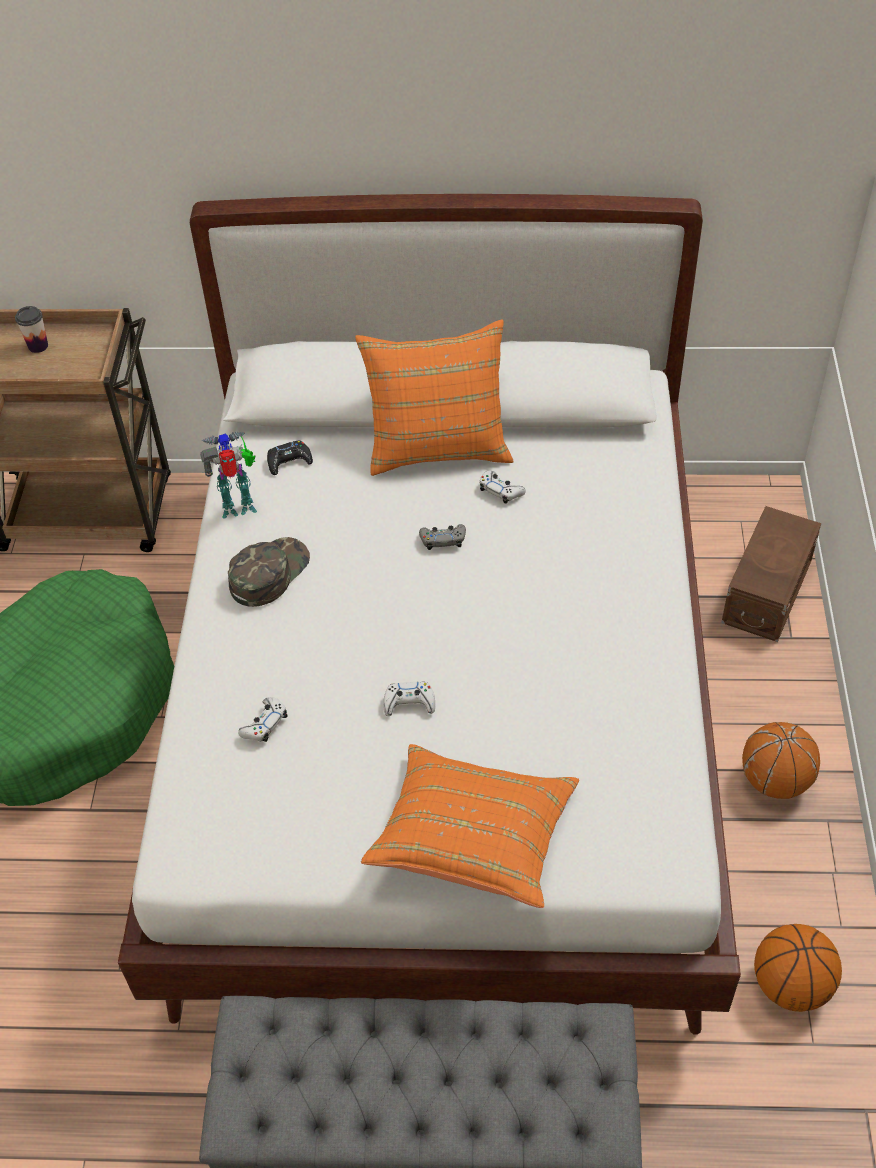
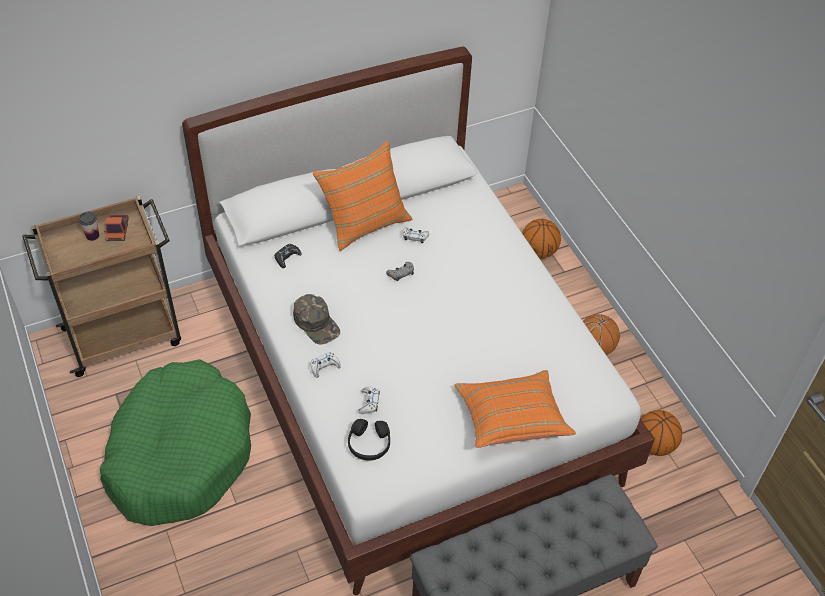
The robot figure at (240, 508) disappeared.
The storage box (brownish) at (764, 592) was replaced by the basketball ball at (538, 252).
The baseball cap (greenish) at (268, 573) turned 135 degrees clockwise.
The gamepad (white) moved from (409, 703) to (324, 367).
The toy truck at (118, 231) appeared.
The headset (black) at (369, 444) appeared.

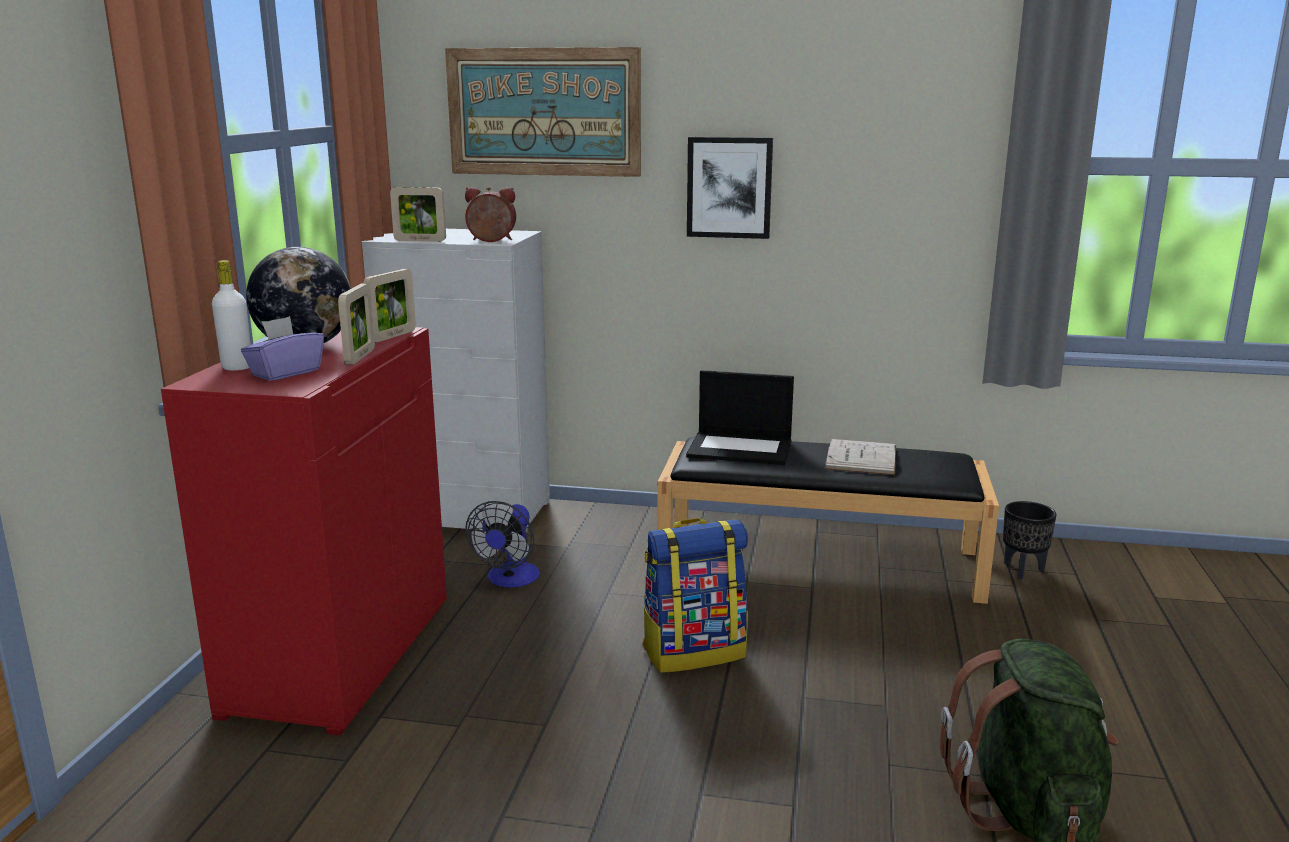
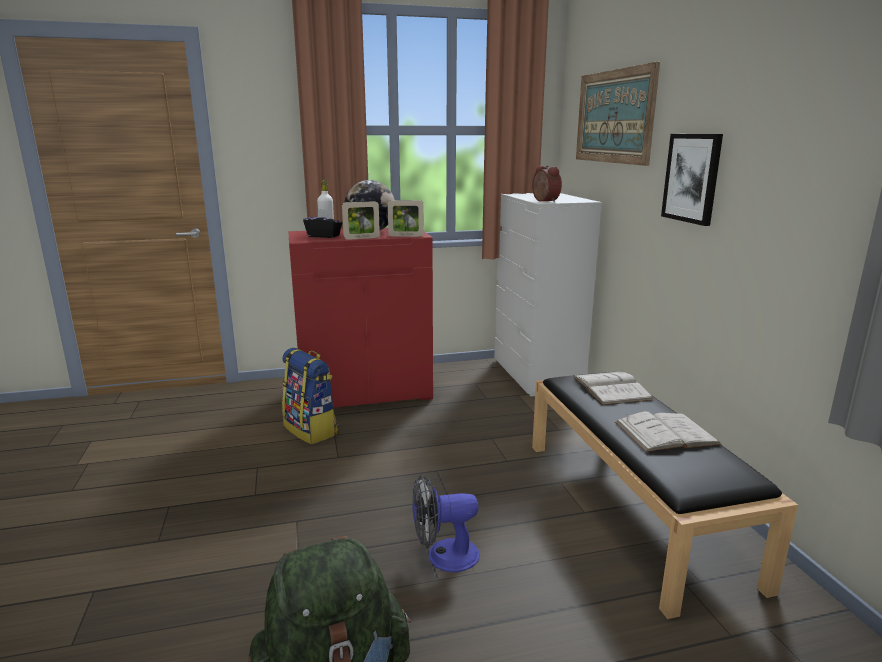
The standing frame at (420, 240) disappeared.
The tissue holder (purple) at (285, 373) became the tissue holder (black) at (324, 236).
The portable computer at (741, 449) was replaced by the book (white) at (611, 388).
The electric fan moved from (510, 579) to (443, 556).
The flower pot (black) at (1023, 570) disappeared.
The knapsack moved from (694, 651) to (311, 430).

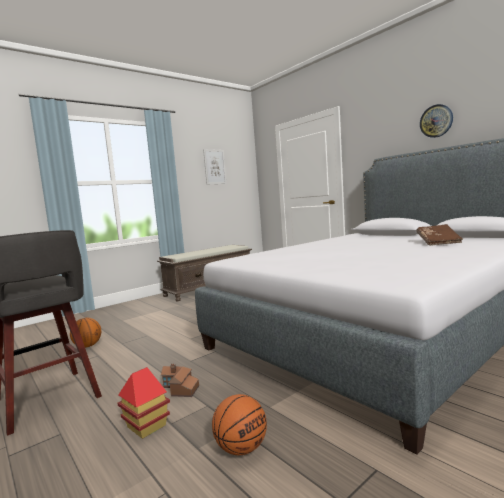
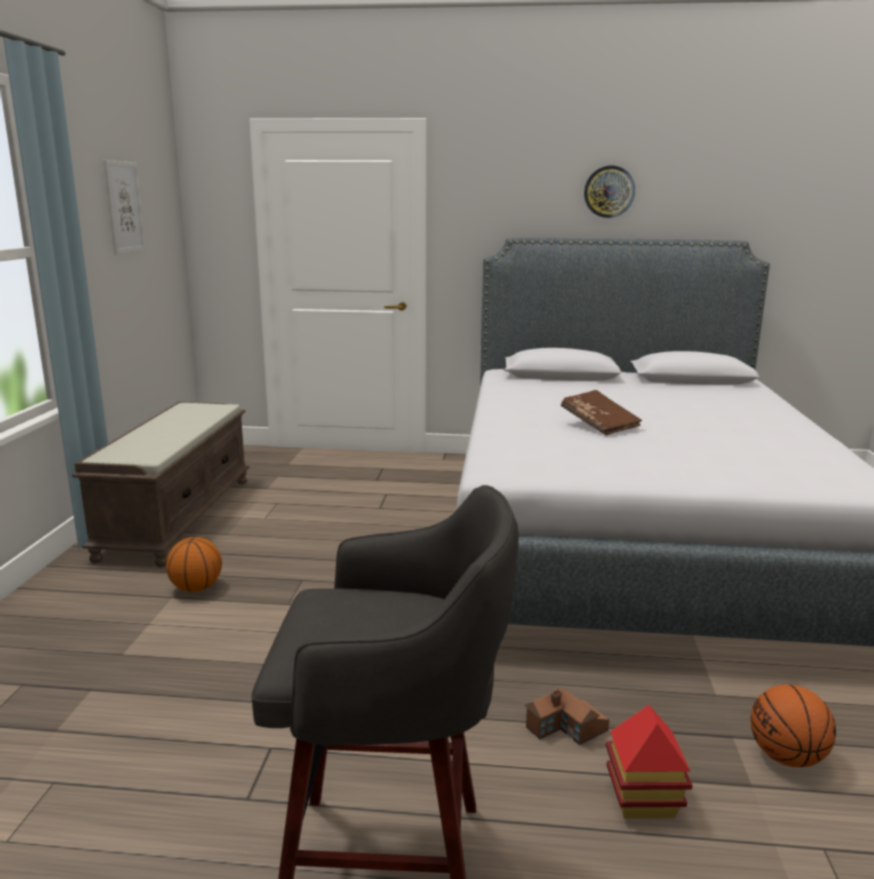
The book (brownish) moved from (438, 242) to (599, 424).
The basketball ball moved from (87, 346) to (196, 588).

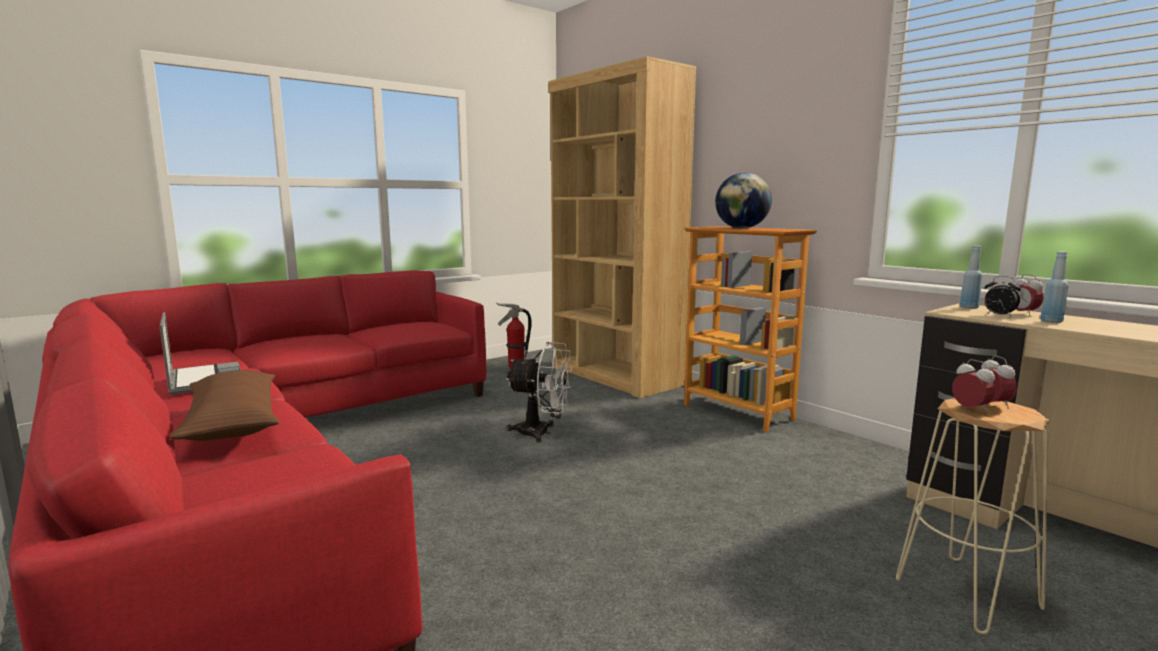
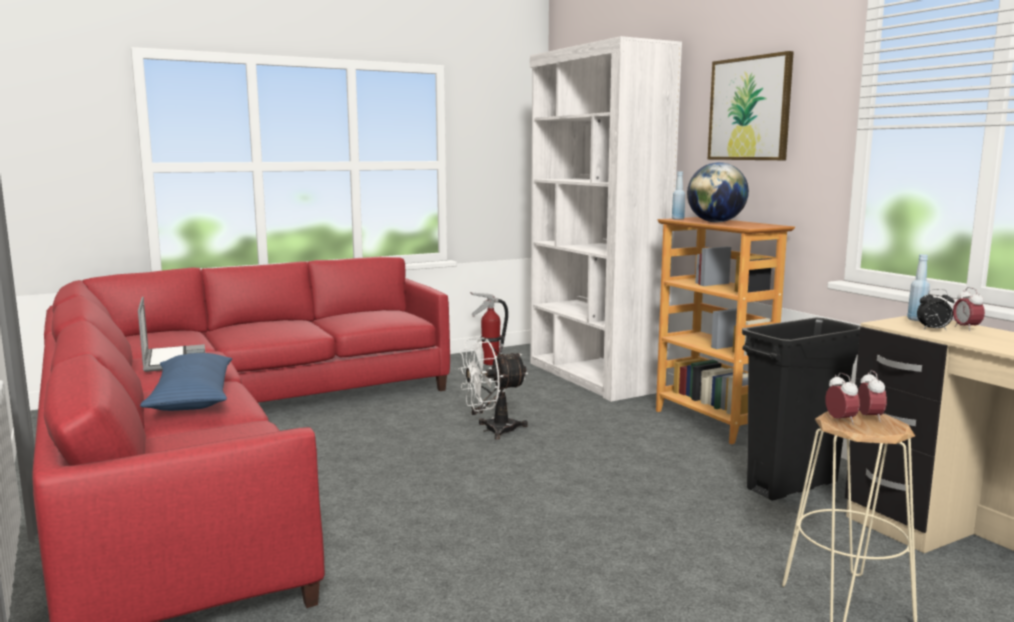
The bookcase (brownish) at (614, 376) became the bookcase (white) at (593, 377).
The beverage bottle (bluish) moved from (1051, 321) to (678, 219).
The alarm clock at (998, 315) turned 45 degrees counterclockwise.
The electric fan (white) at (541, 433) turned 135 degrees clockwise.
The pillow (brownish) at (232, 421) became the pillow (bluish) at (192, 397).
The picture at (750, 109) appeared.
The trash can (black) at (792, 485) appeared.

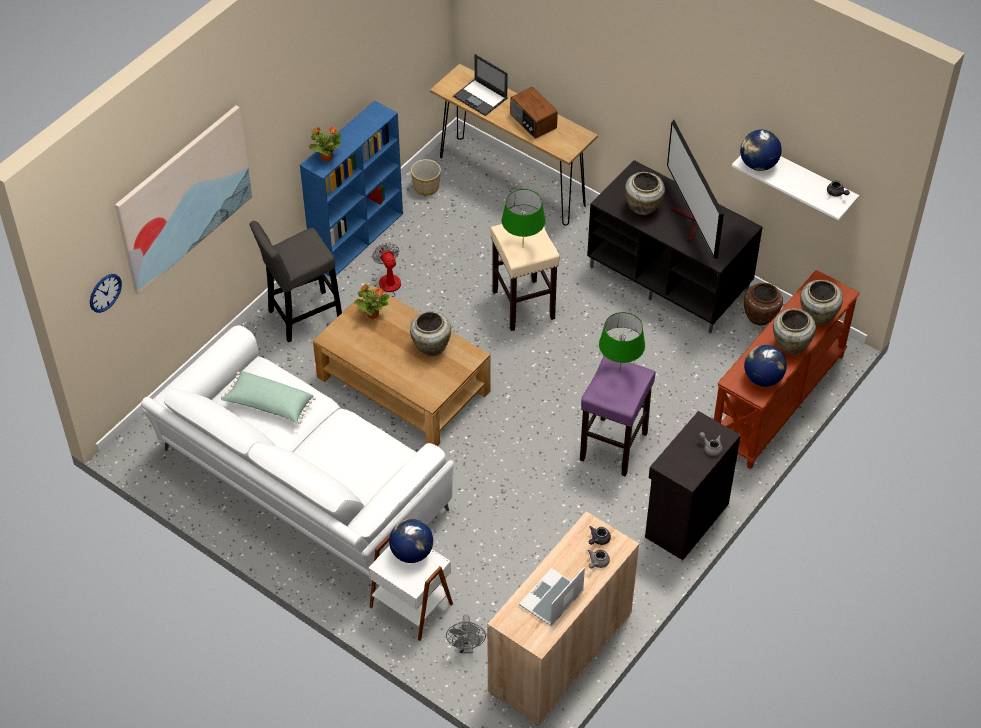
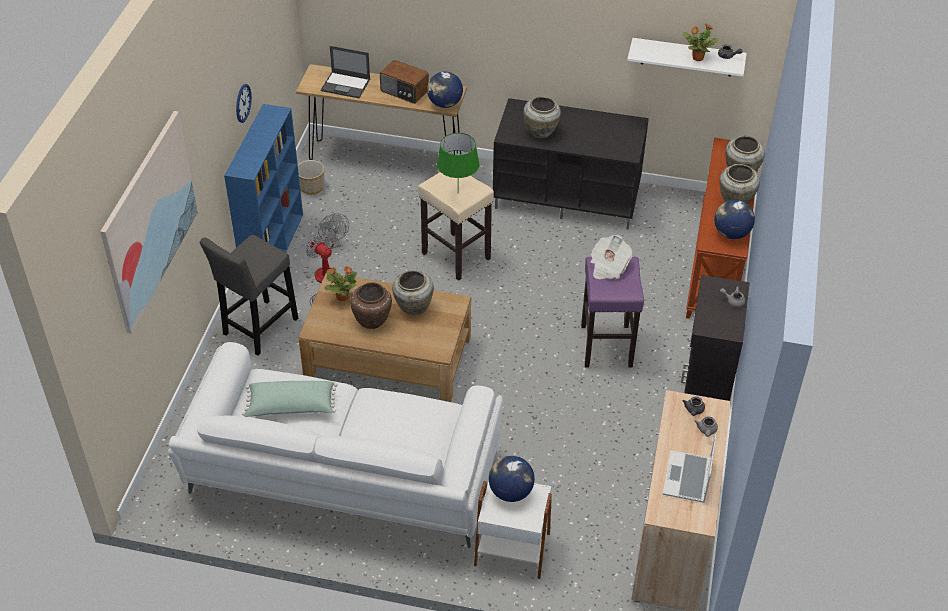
The TV set at (690, 223) disappeared.
The plant in a pot moved from (326, 157) to (697, 58).
The globe moved from (758, 164) to (444, 104).
The wall clock moved from (105, 292) to (243, 103).
The flower vase (brownish) moved from (760, 317) to (372, 320).
The tabletop lamp (greenish) at (619, 371) was replaced by the newspaper at (608, 266).
The electric fan (greyish) moved from (466, 647) to (334, 244).

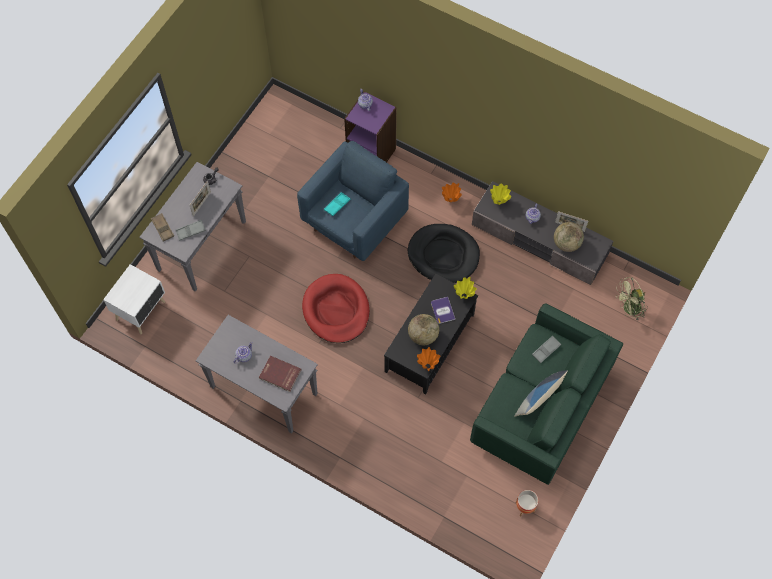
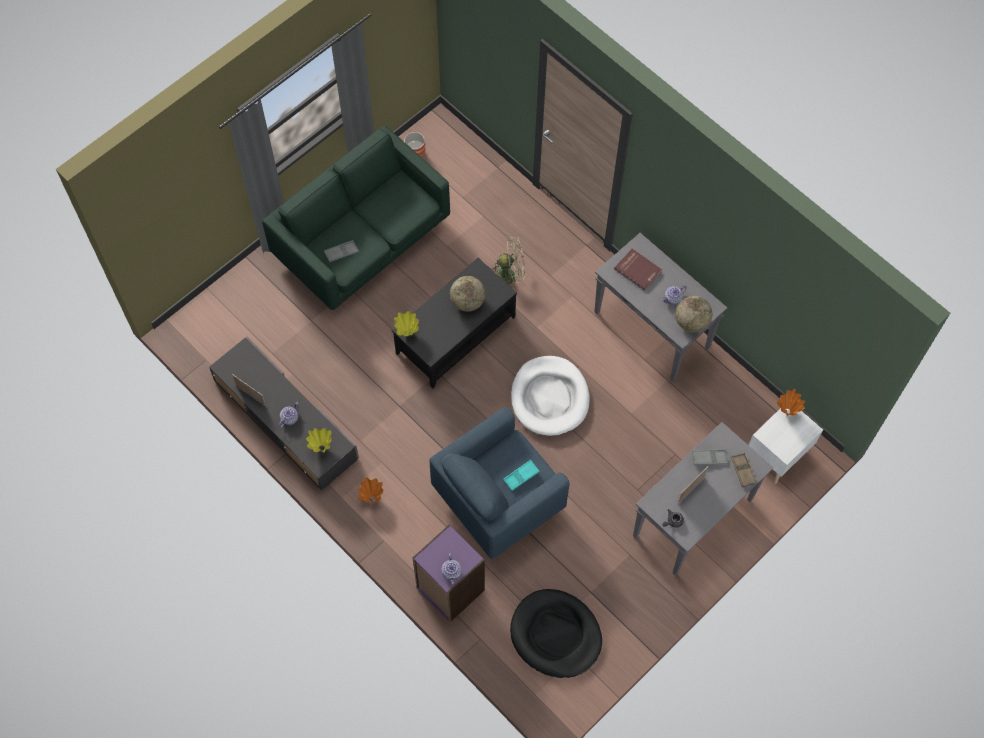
The globe moved from (566, 243) to (691, 322).
The dog cushion (black) moved from (443, 255) to (555, 635).
The dog cushion (red-coloured) at (336, 310) became the dog cushion (white) at (549, 398).
The electric fan (greenish) moved from (628, 309) to (509, 275).
The book at (442, 310) disappeared.
The flower vase (orangey) moved from (428, 365) to (786, 411).
The pillow at (539, 398) disappeared.

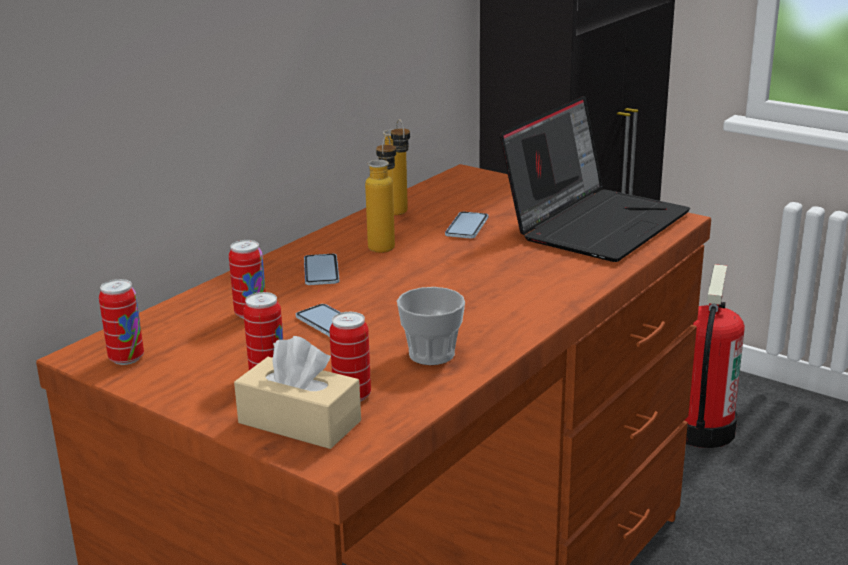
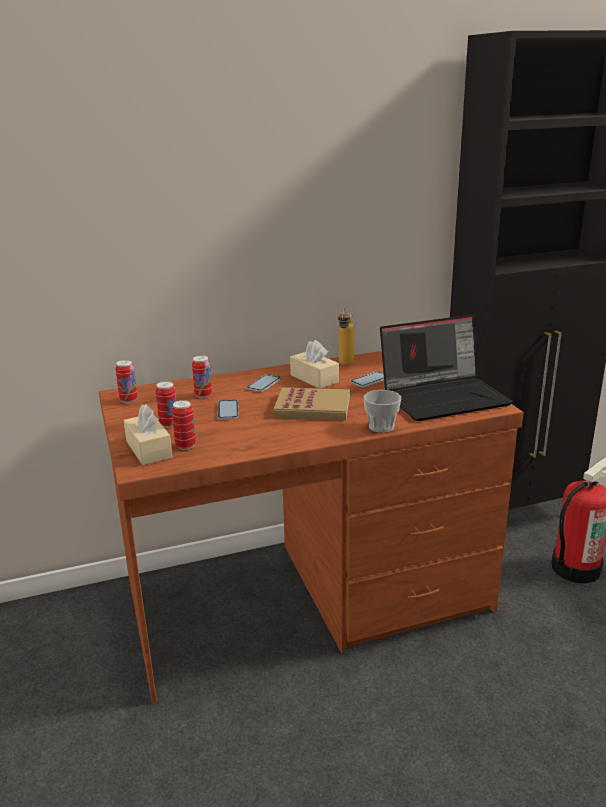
The beverage bottle at (385, 244) was replaced by the tissue holder (beige-coloured) at (314, 378).
The cup moved from (431, 354) to (381, 427).
The book at (312, 407) appeared.

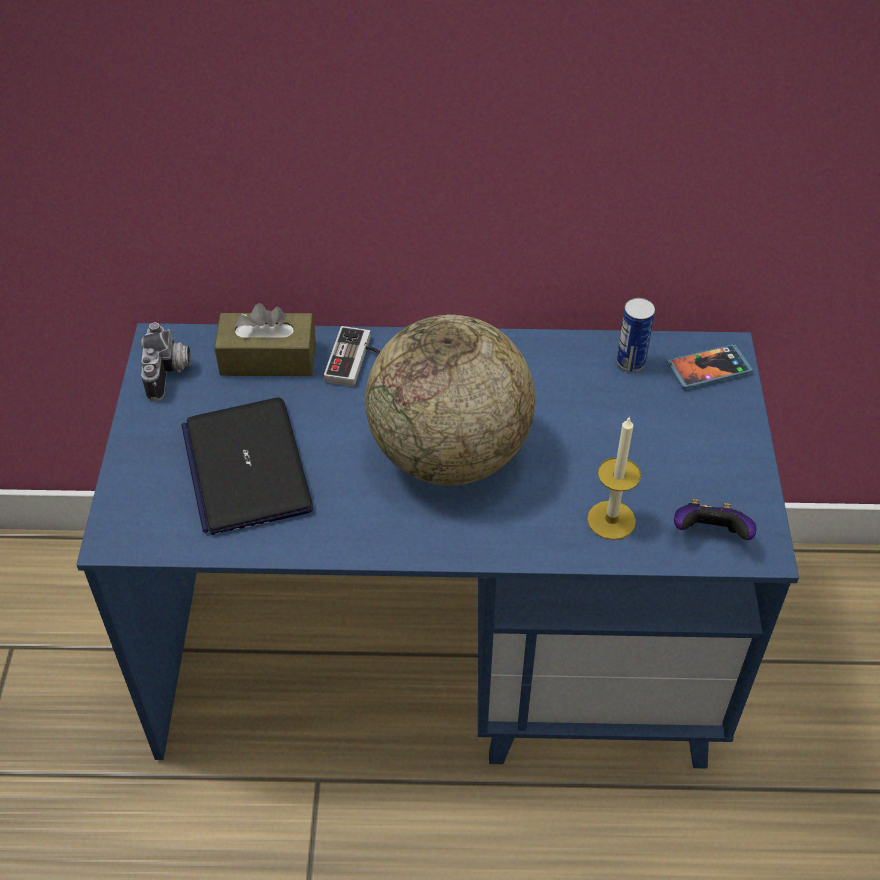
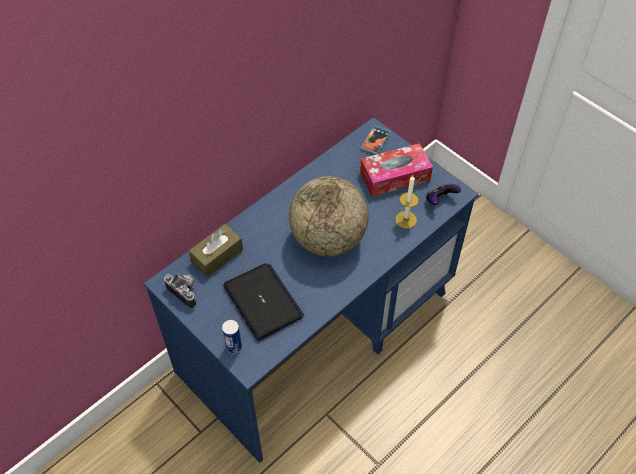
The sealed can moved from (630, 363) to (234, 347).
The gamepad at (355, 360) disappeared.
The portable computer at (246, 467) turned 150 degrees counterclockwise.
The tissue holder at (395, 176) appeared.

